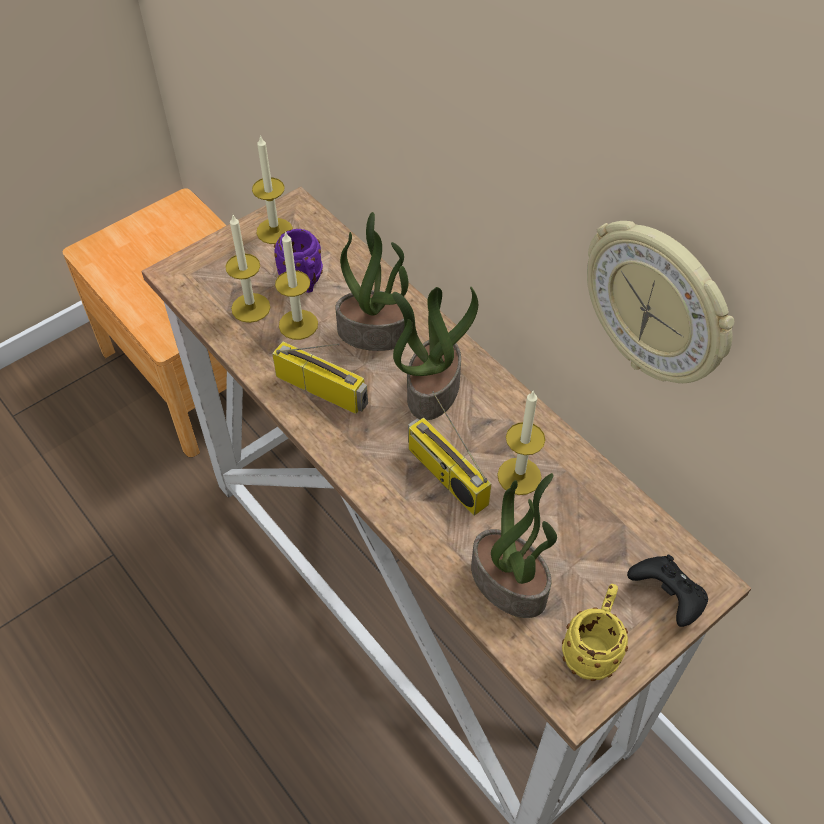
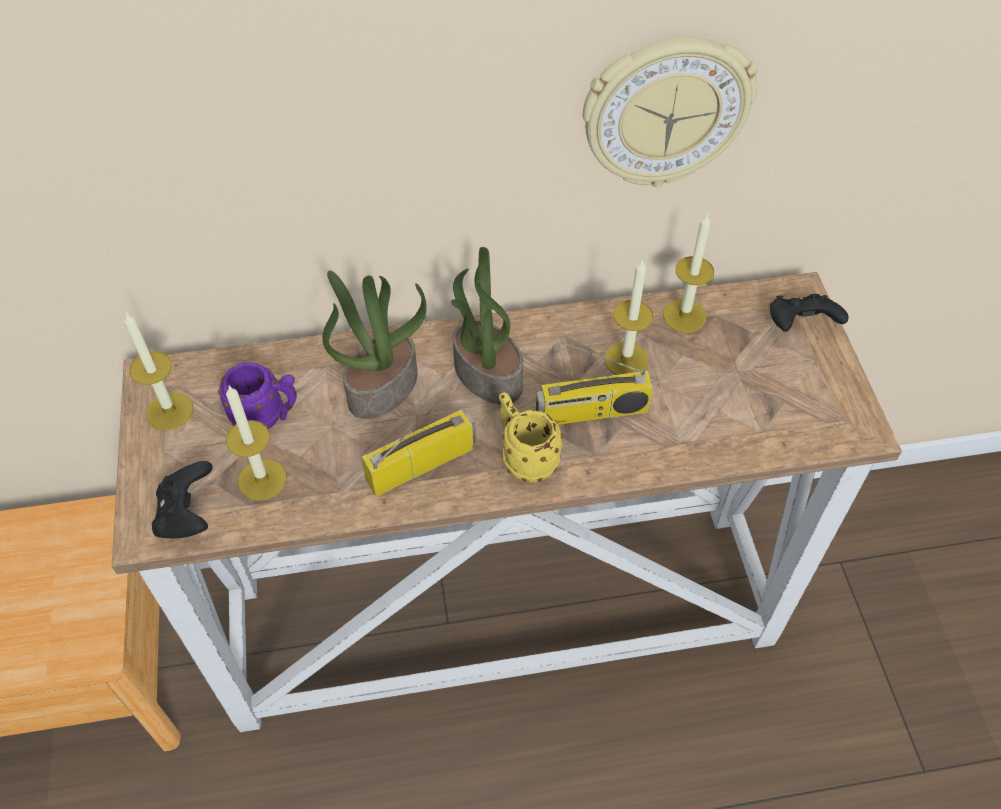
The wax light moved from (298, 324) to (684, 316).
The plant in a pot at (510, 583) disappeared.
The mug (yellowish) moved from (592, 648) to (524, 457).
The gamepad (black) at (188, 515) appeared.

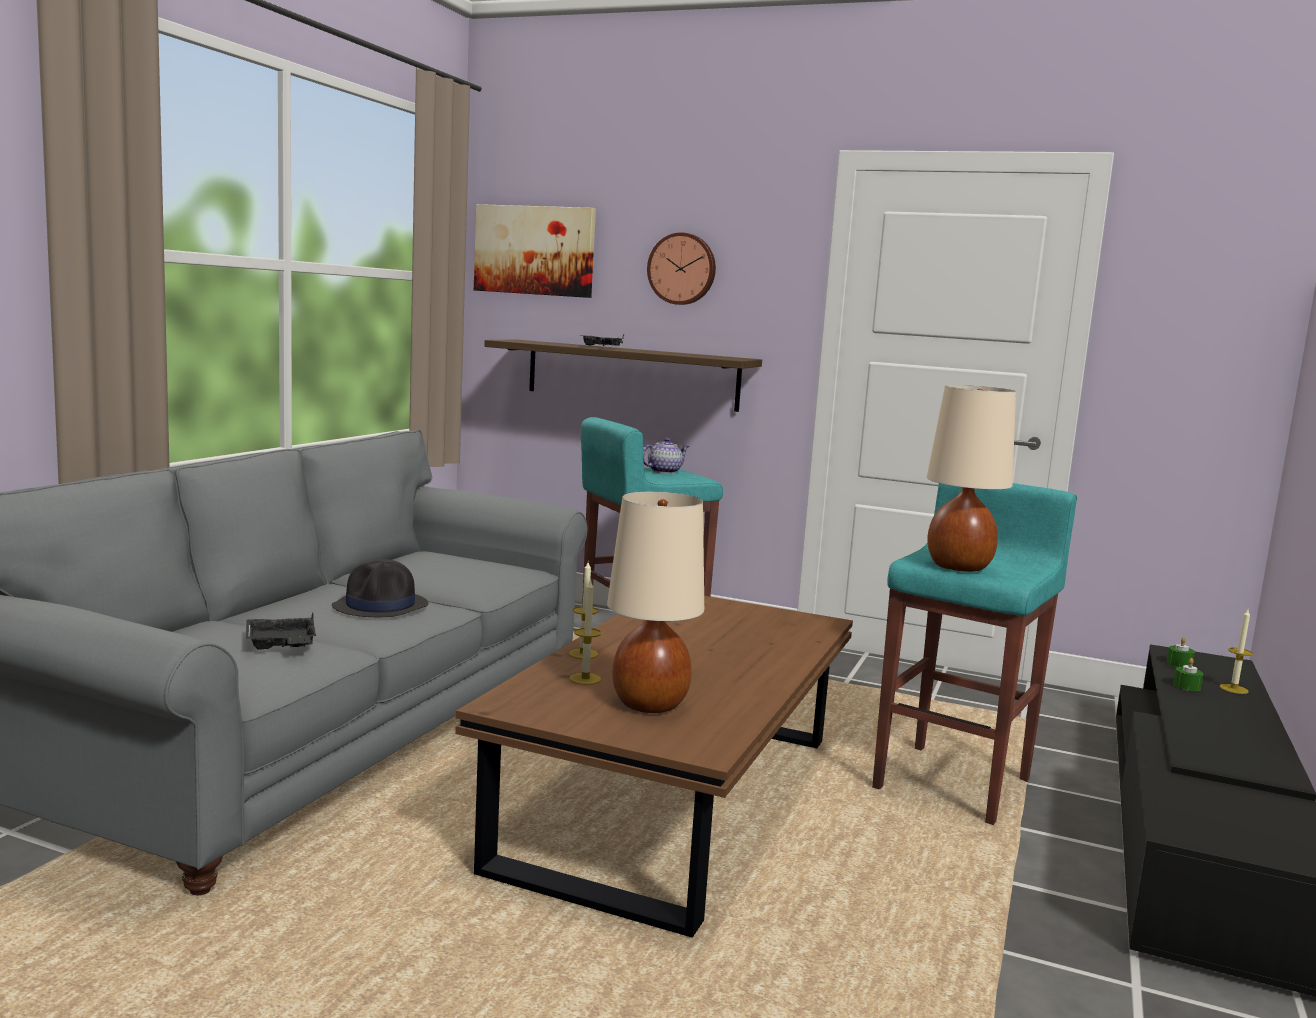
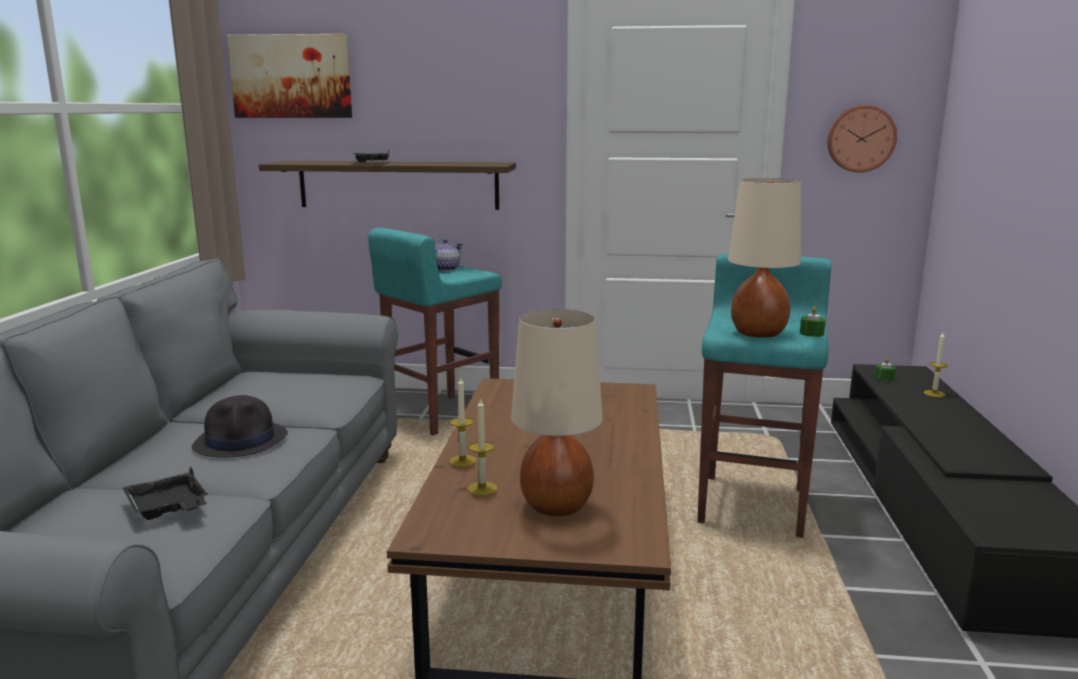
The wall clock moved from (682, 269) to (860, 138).
The wax light (greenish) moved from (1186, 686) to (811, 333).

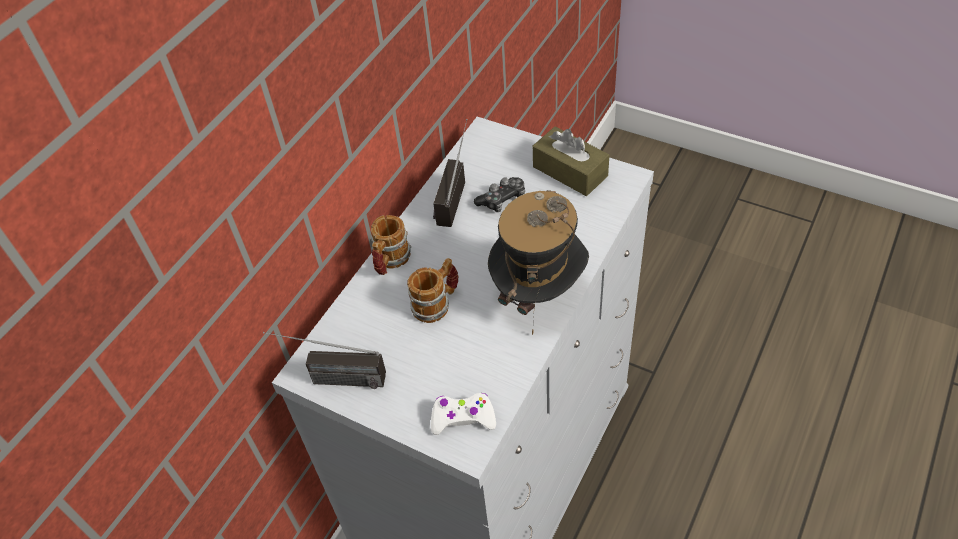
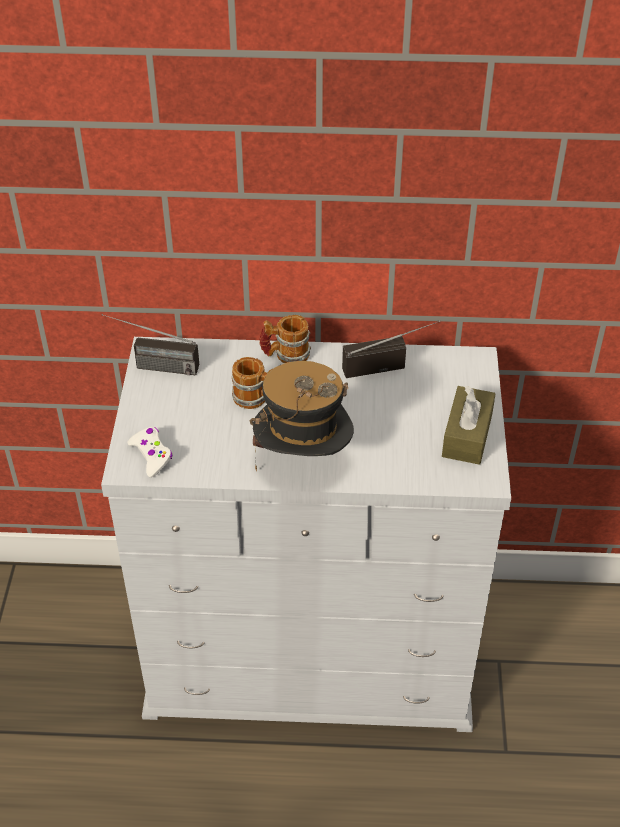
The gamepad at (502, 200) disappeared.
The radio at (330, 379) turned 60 degrees counterclockwise.

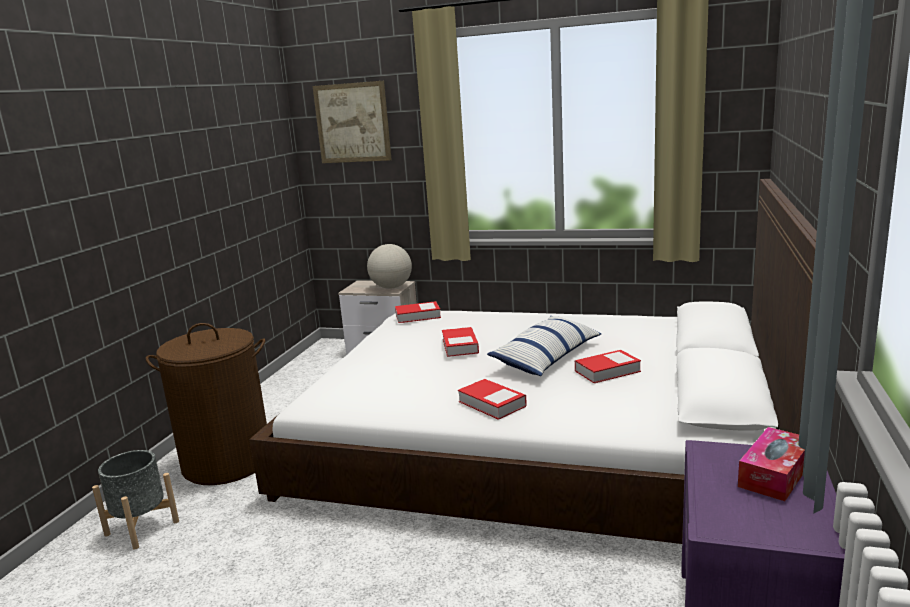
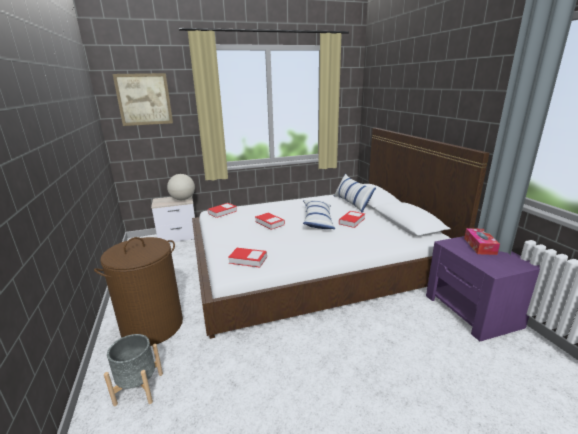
The book moved from (492, 404) to (248, 260).
The pillow at (352, 203) appeared.

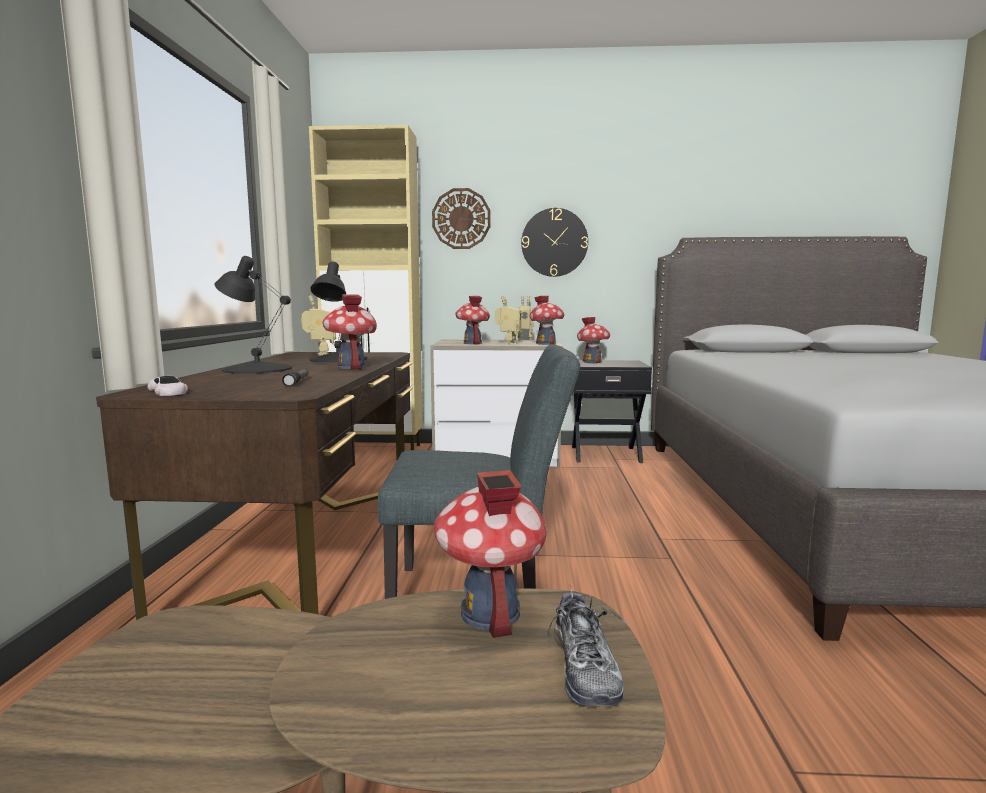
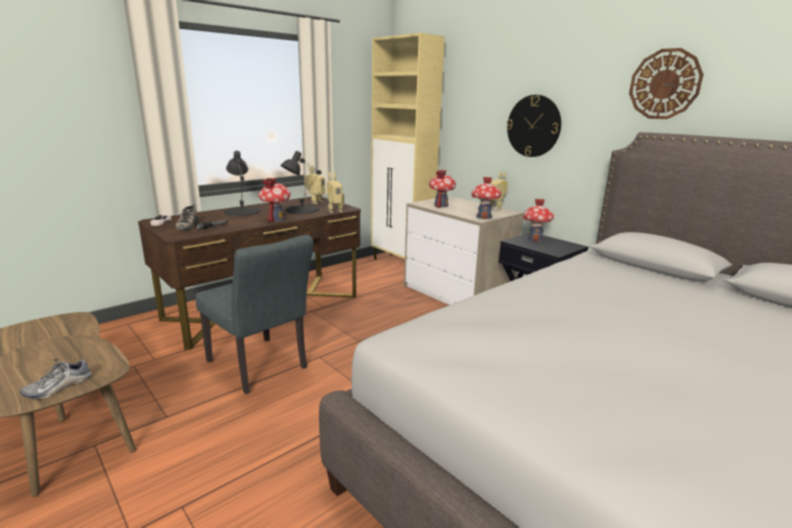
The wall clock moved from (461, 219) to (664, 84).
The robot figure moved from (507, 343) to (334, 211).
The model house at (490, 613) disappeared.
The shoe at (187, 225) appeared.

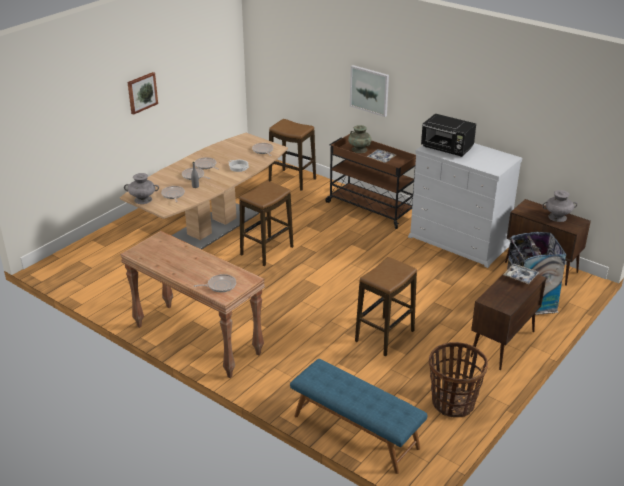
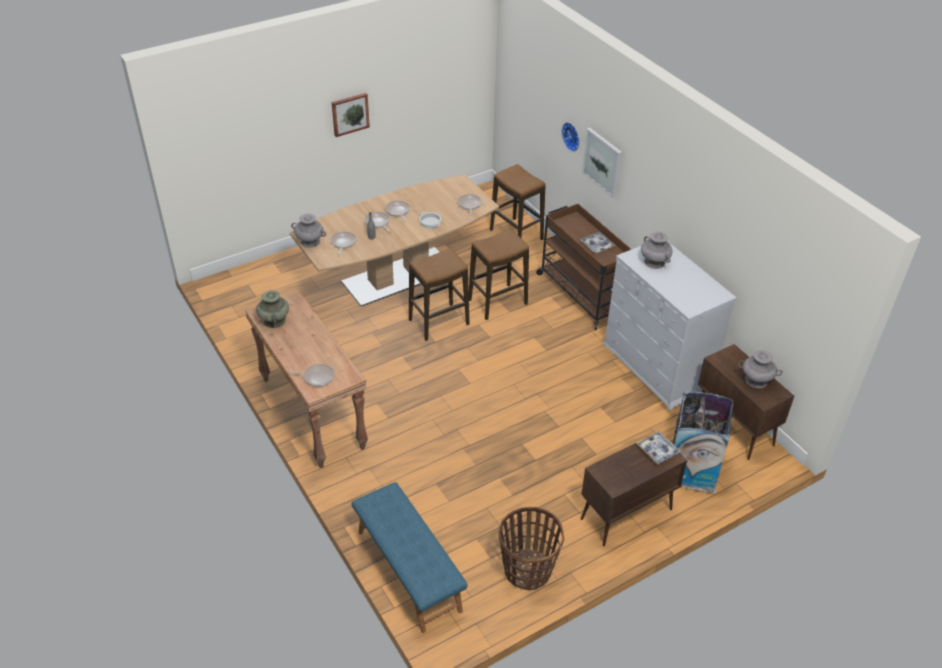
The microwave oven (black) at (447, 148) was replaced by the flower vase (greyish) at (654, 262).
The flower vase (turquoise) moved from (359, 149) to (274, 321).
The stool moved from (384, 336) to (497, 302).
The wall clock at (572, 136) appeared.

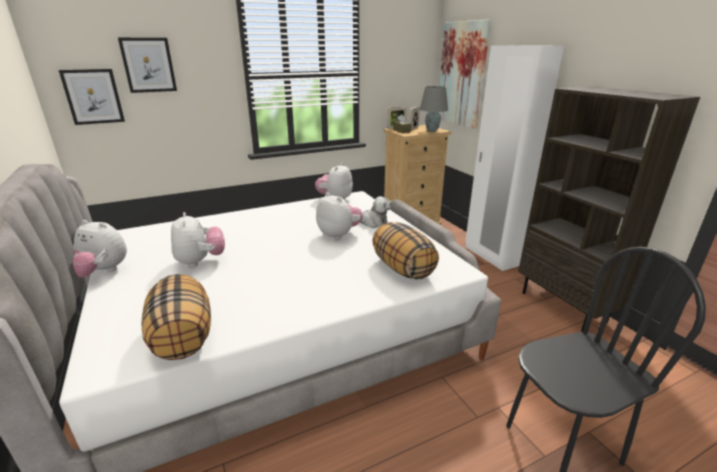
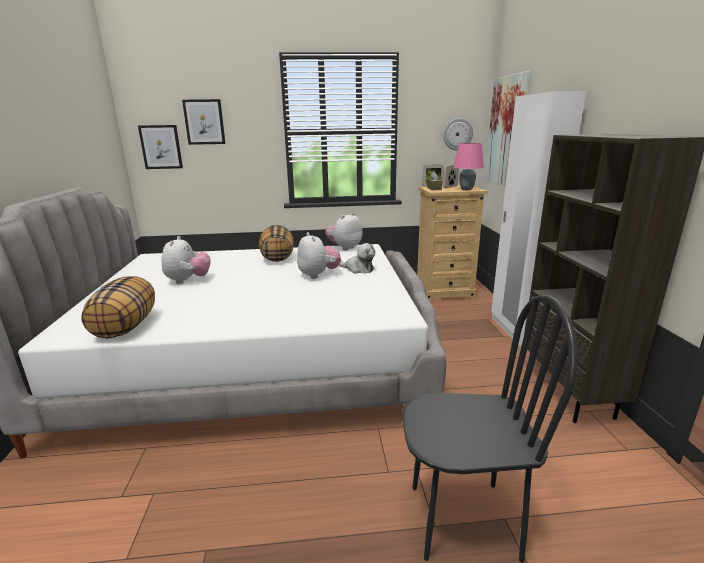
The tabletop lamp (greyish) at (431, 131) became the tabletop lamp (pinkish) at (466, 189).
The cuddly toy at (101, 272) disappeared.
The pillow moved from (402, 268) to (277, 258).
The wall clock at (457, 134) appeared.

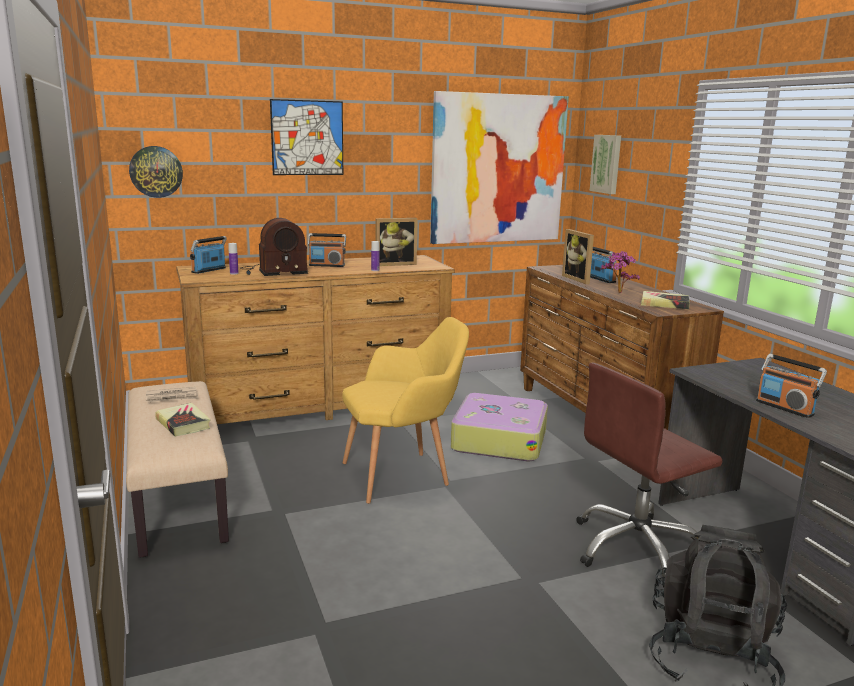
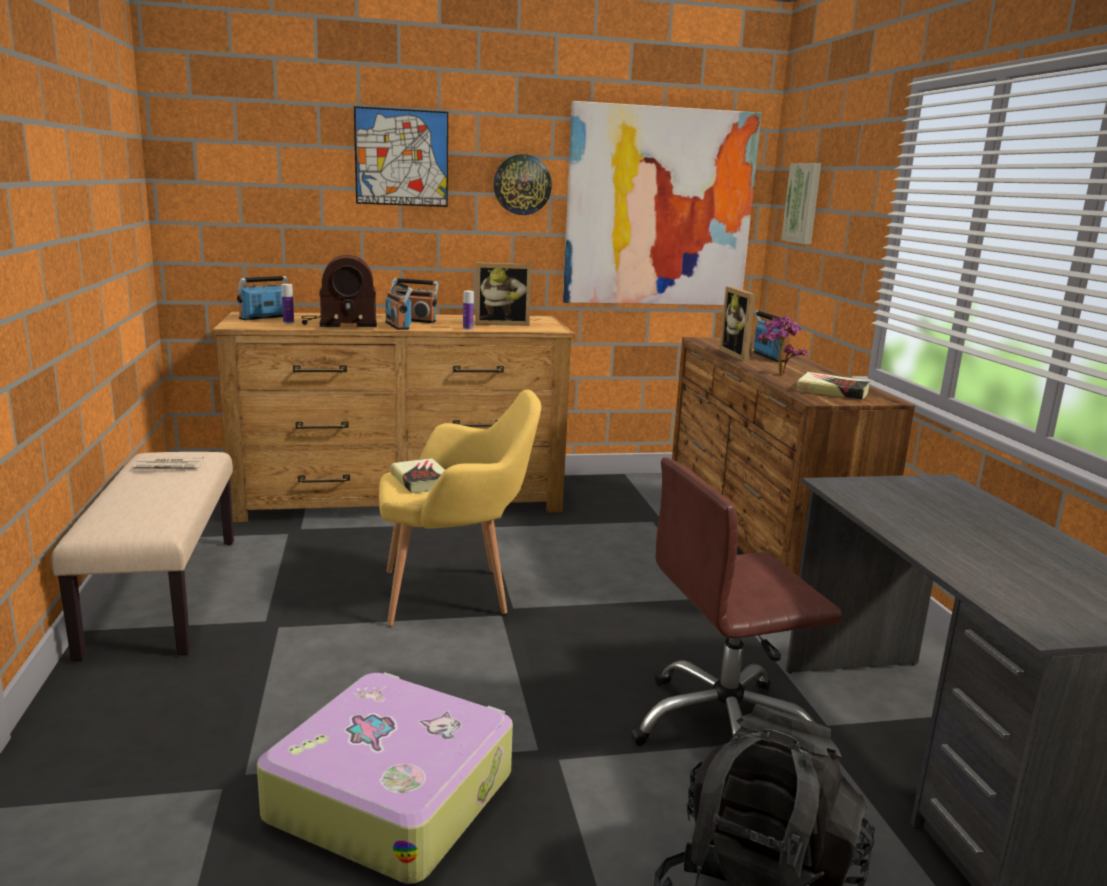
The wall clock moved from (156, 171) to (522, 185).
The radio moved from (785, 408) to (398, 326).
The suitcase moved from (499, 439) to (391, 794).
The book moved from (183, 423) to (421, 481).

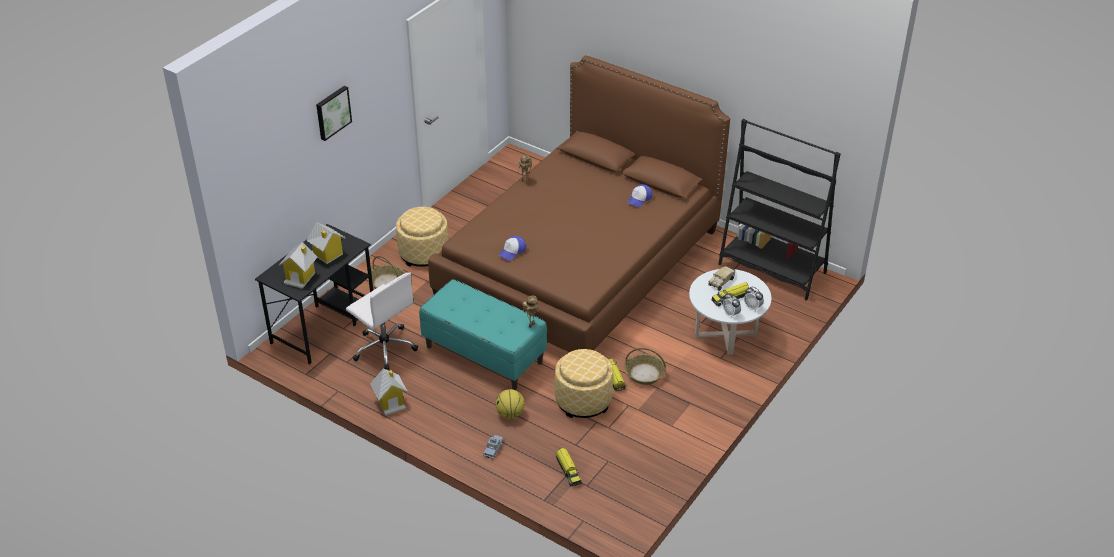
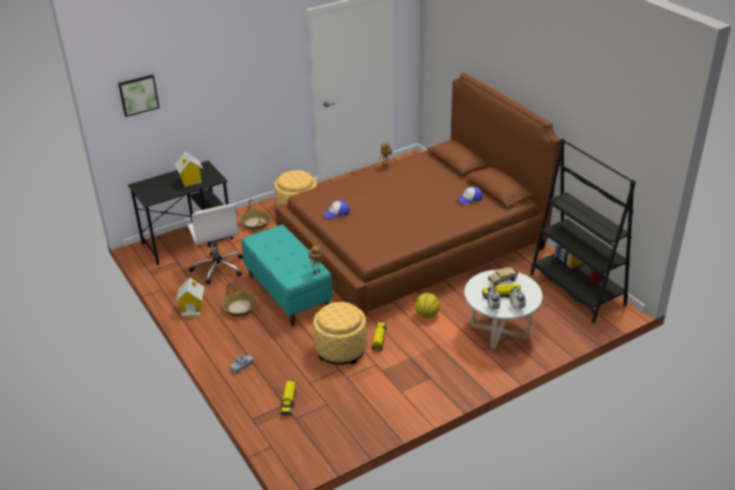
The picture moved from (332, 112) to (138, 95).
The model house at (300, 277) disappeared.
The storage basket moved from (644, 374) to (240, 307).
The basketball ball moved from (510, 414) to (426, 315).

